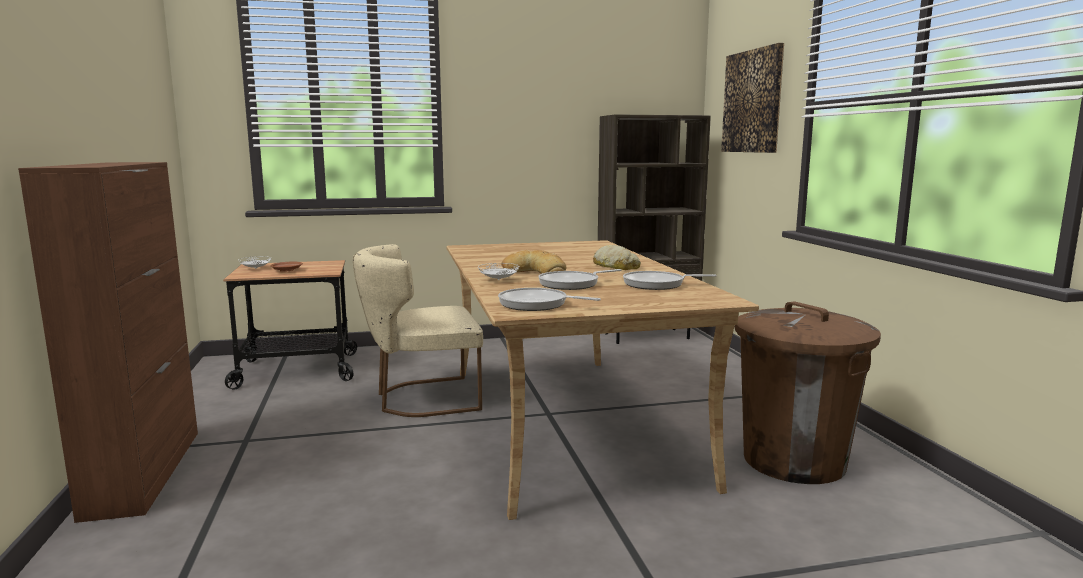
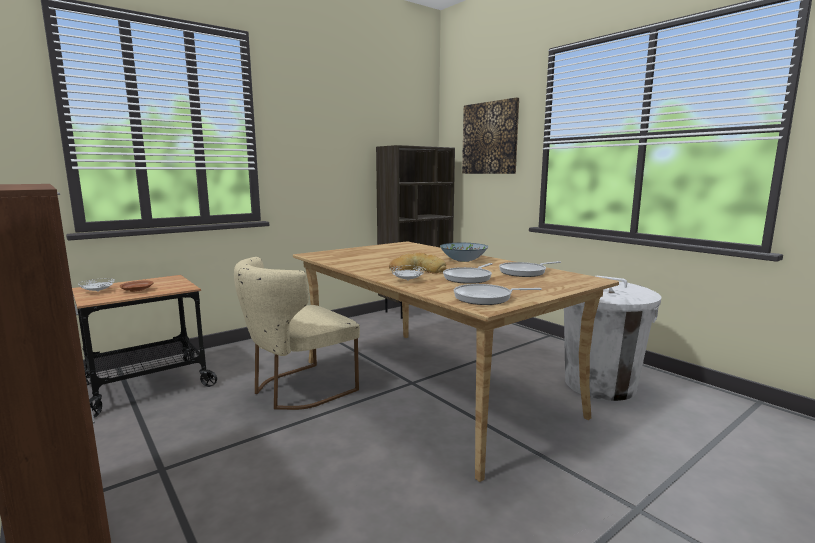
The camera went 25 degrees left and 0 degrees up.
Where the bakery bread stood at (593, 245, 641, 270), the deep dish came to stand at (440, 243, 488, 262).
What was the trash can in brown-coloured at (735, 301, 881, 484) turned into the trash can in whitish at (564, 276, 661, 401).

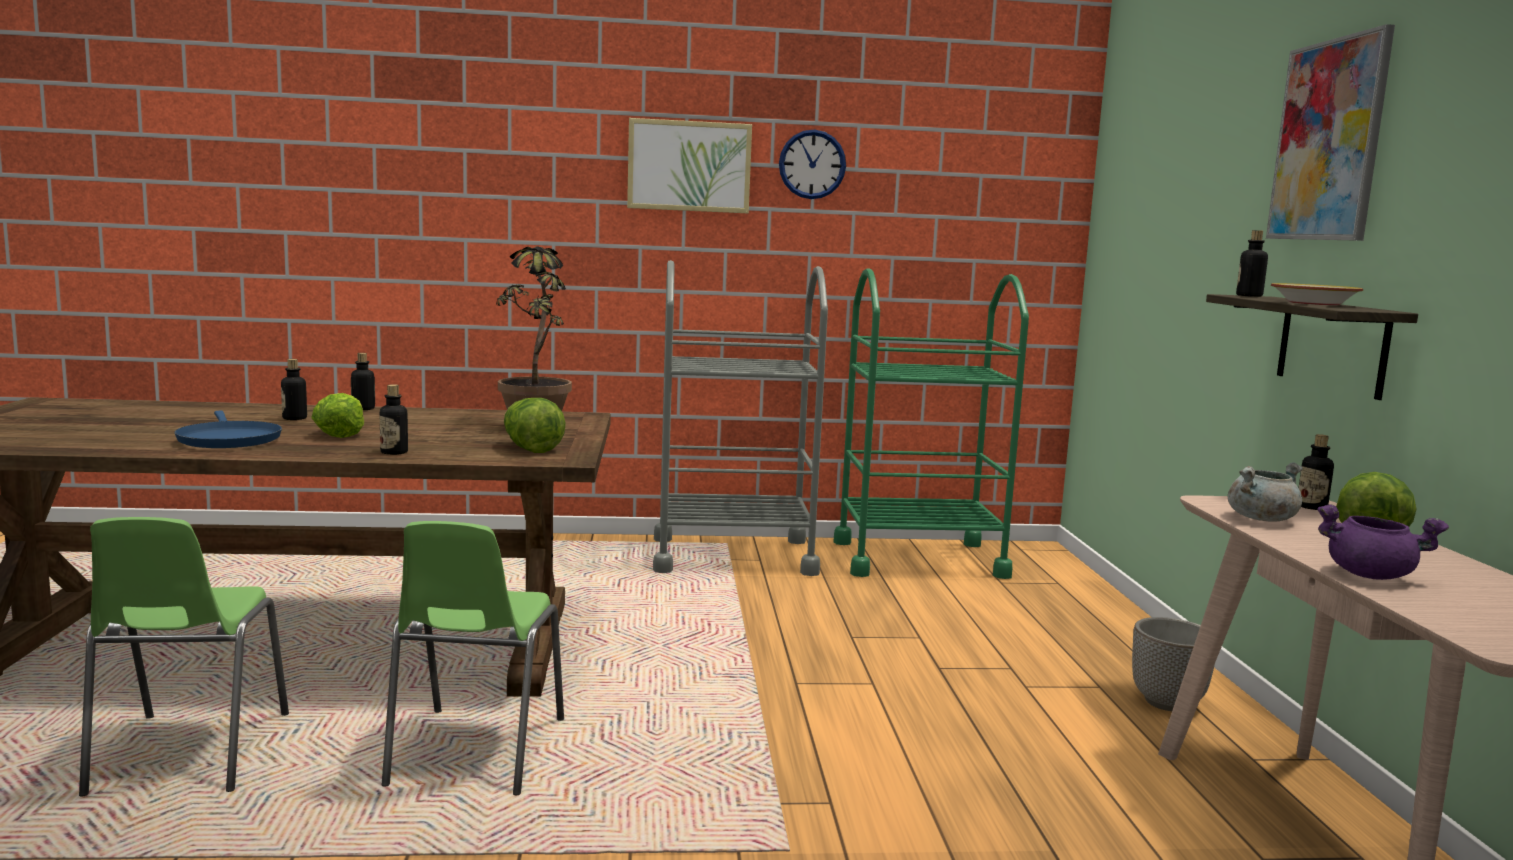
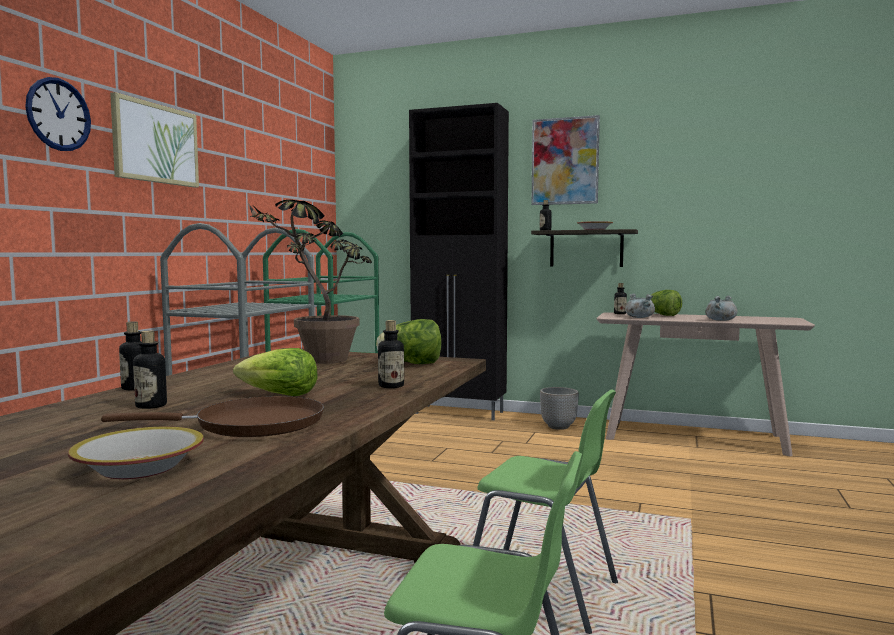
The camera went 65 degrees left and 5 degrees down.
The wall clock ended up elsewhere, having gone from (779, 129, 846, 199) to (25, 77, 91, 151).
The second view gained the deep dish at (68, 427, 204, 479).
What was the skillet in blue at (174, 411, 282, 448) turned into the skillet in brown-coloured at (101, 396, 324, 437).
The second view gained the storage cabinet in black at (409, 103, 509, 420).
What was the saucepot in purple at (1317, 504, 1449, 580) turned into the saucepot in grey at (705, 295, 738, 321).

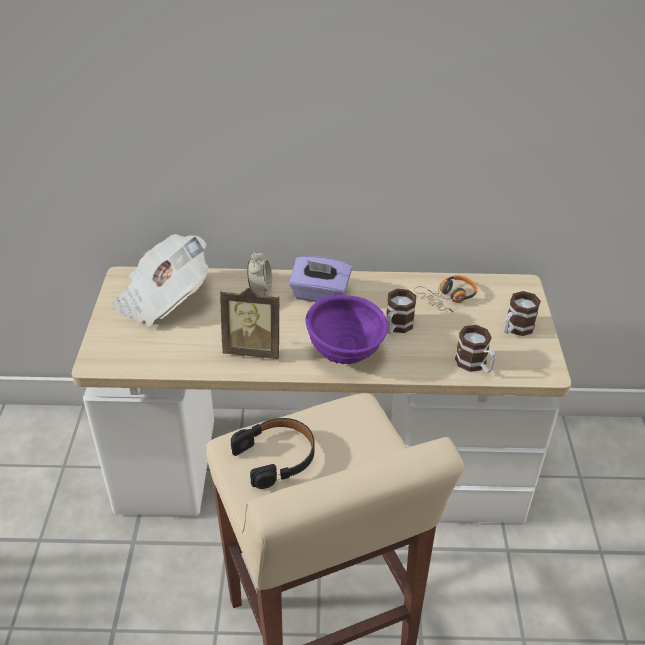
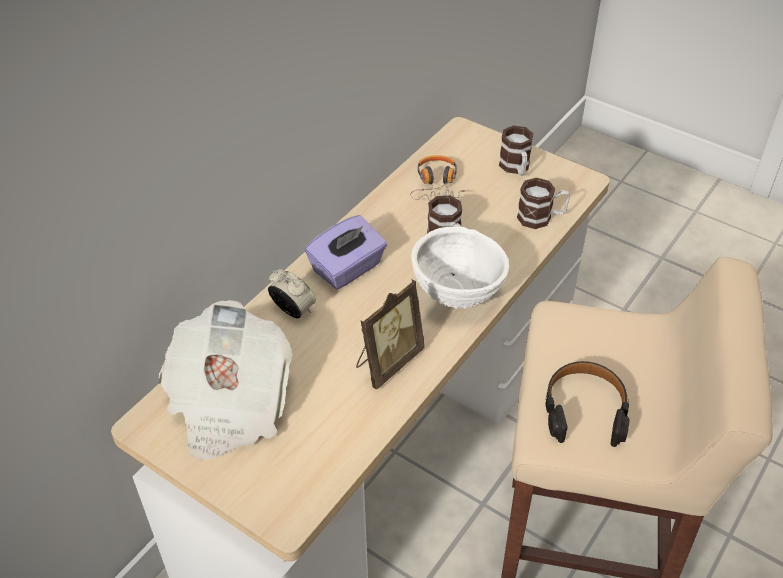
The camera went 55 degrees left and 5 degrees up.
What was the deep dish in purple at (305, 294, 388, 364) turned into the deep dish in whitish at (411, 226, 509, 309).

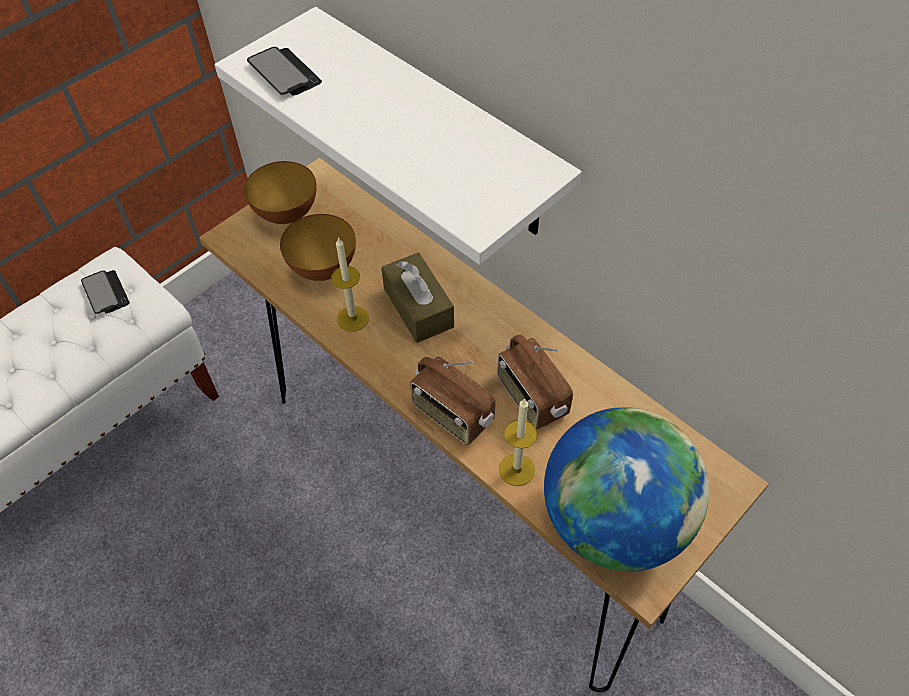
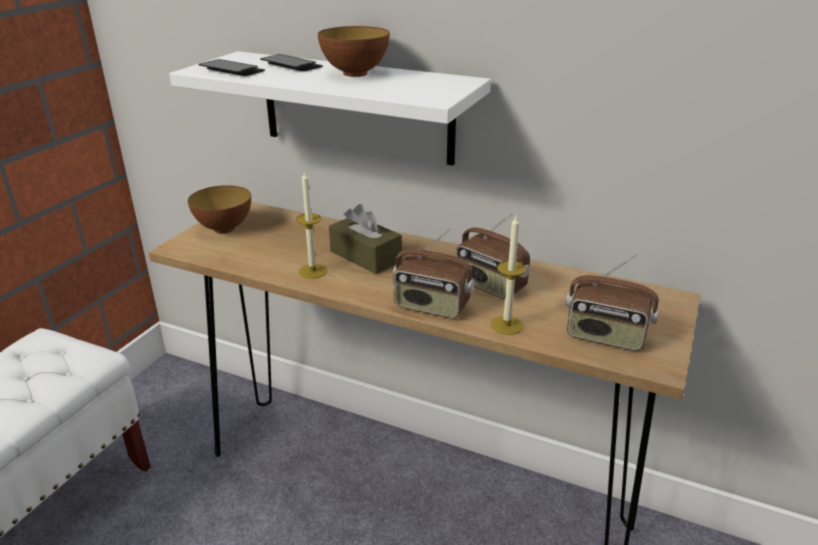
The camera went 20 degrees left and 25 degrees down.
The phone ended up elsewhere, having gone from (81, 270, 130, 314) to (260, 54, 323, 71).
The deep dish ended up elsewhere, having gone from (280, 214, 356, 281) to (318, 26, 390, 77).
Where the world globe stood at (544, 407, 709, 572), the radio came to stand at (565, 254, 659, 351).

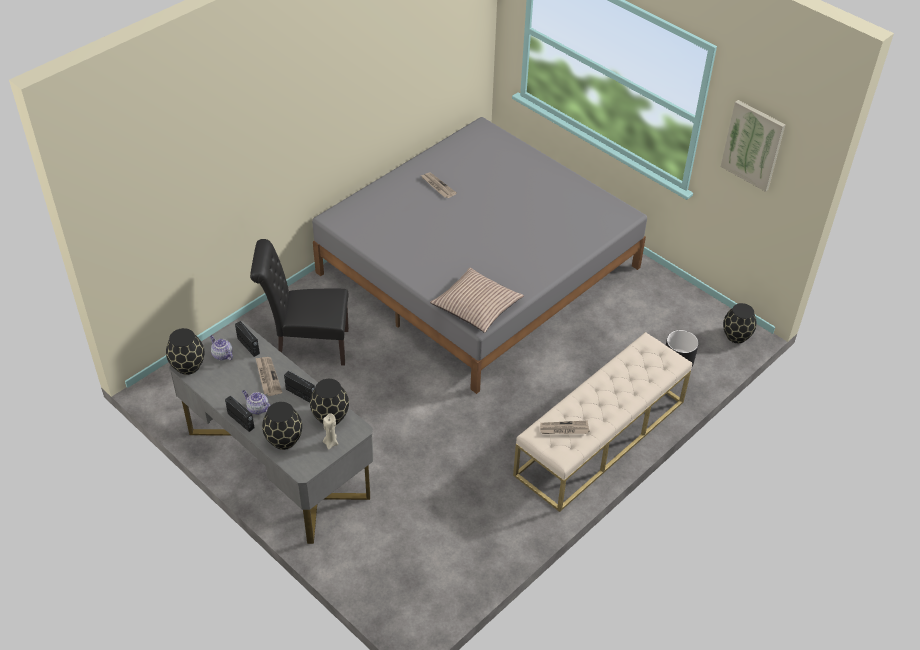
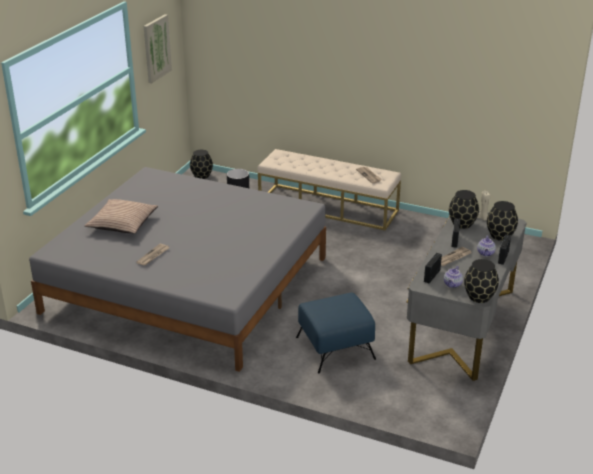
The camera went 110 degrees left and 15 degrees down.
The throw pillow ended up elsewhere, having gone from (430, 268, 524, 333) to (85, 199, 158, 234).
Where the chair in black stood at (250, 239, 349, 366), the ottoman in blue came to stand at (296, 293, 376, 373).

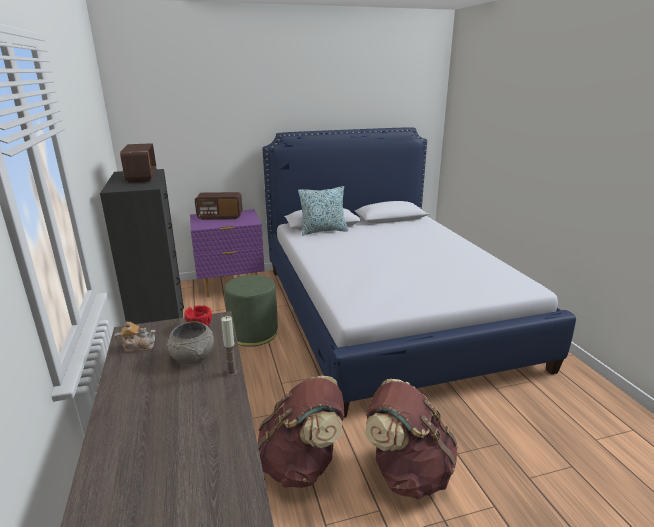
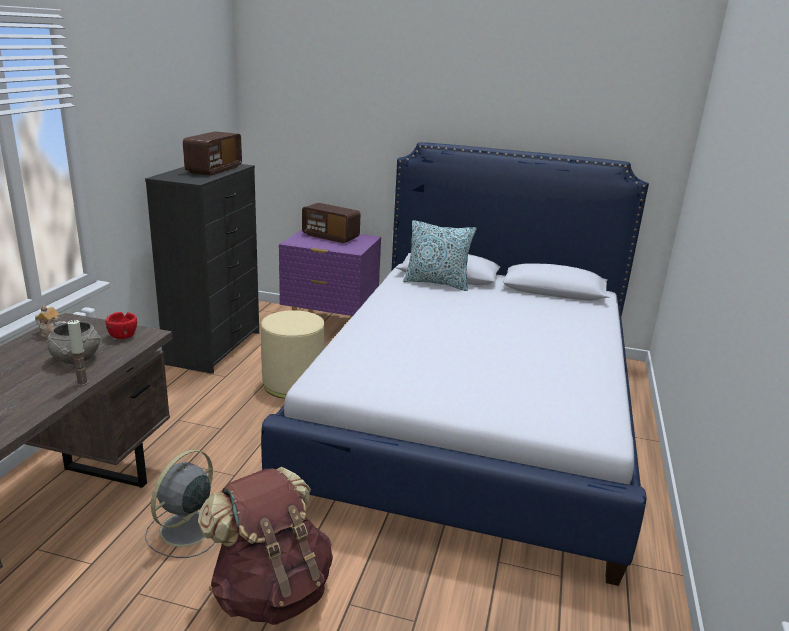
The camera went 30 degrees right and 0 degrees up.
Where the backpack in brown-coloured stood at (257, 376, 345, 488), the fan in grey came to stand at (145, 449, 215, 558).
What was the ottoman in green-coloured at (224, 275, 278, 347) turned into the ottoman in sand-coloured at (261, 310, 325, 399).

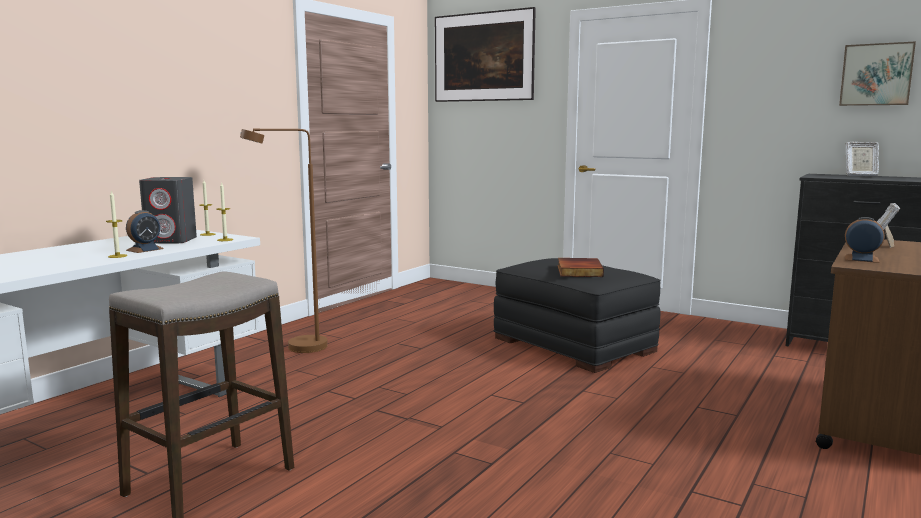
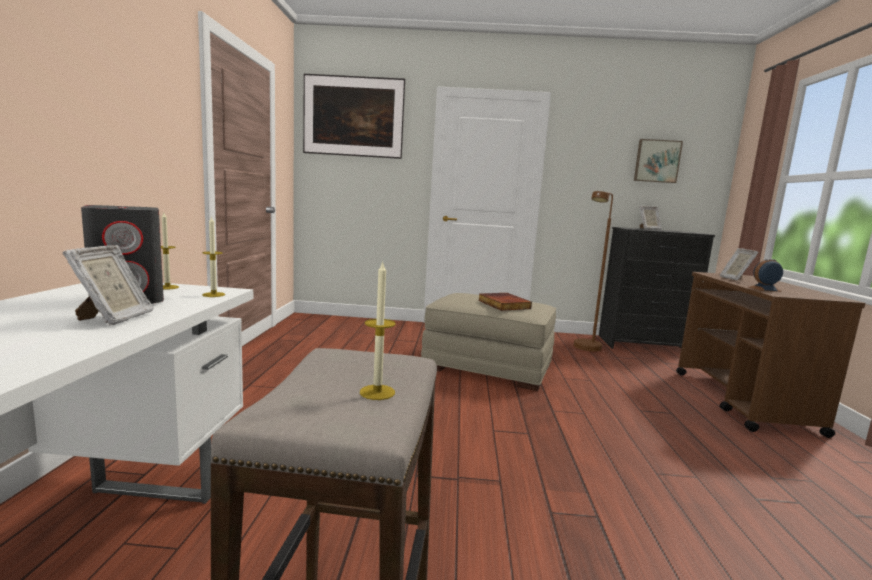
The camera went 30 degrees left and 0 degrees up.
Where the bedside clock stood at (126, 210, 164, 253), the photo frame came to stand at (62, 245, 154, 325).
The candle ended up elsewhere, having gone from (106, 190, 127, 258) to (360, 261, 396, 400).
What was the ottoman in black at (494, 258, 660, 373) turned into the ottoman in sand-coloured at (421, 293, 556, 391).
The floor lamp in brown-coloured ended up elsewhere, having gone from (240, 129, 328, 353) to (574, 191, 613, 352).

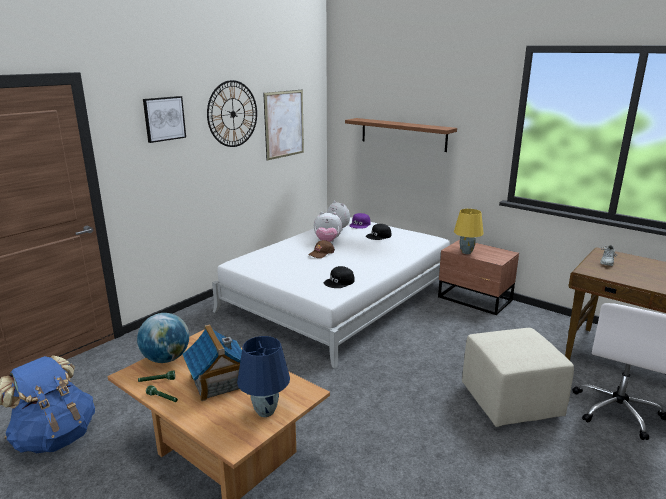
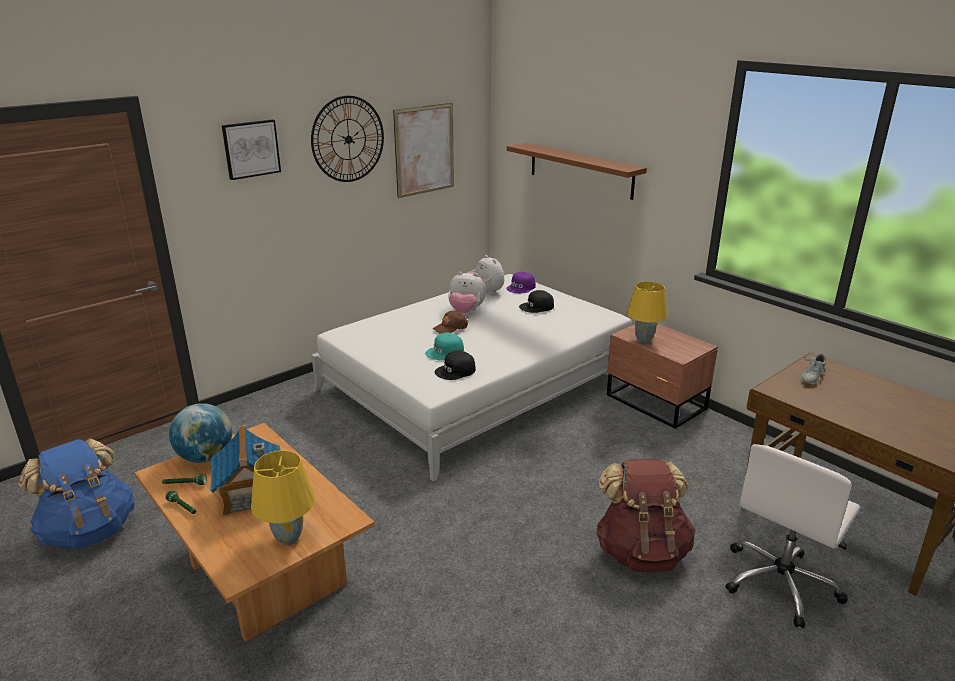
The camera went 10 degrees right and 5 degrees up.
What was the lamp for a table in blue at (237, 336, 290, 417) turned into the lamp for a table in yellow-coloured at (251, 450, 315, 545).
The second view gained the peaked cap in turquoise at (425, 333, 464, 360).
Where the ottoman in sand-coloured stood at (462, 328, 574, 427), the backpack in brown-coloured came to stand at (595, 459, 695, 573).

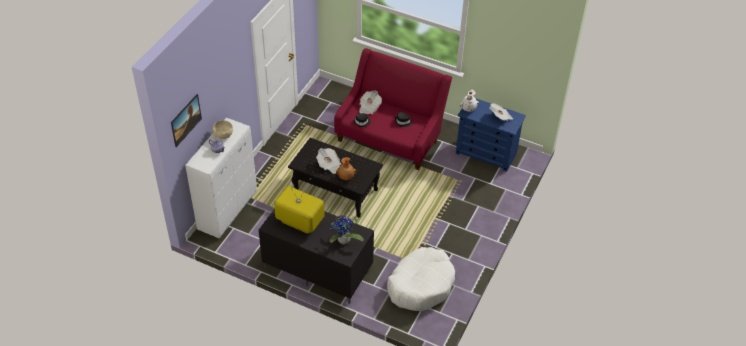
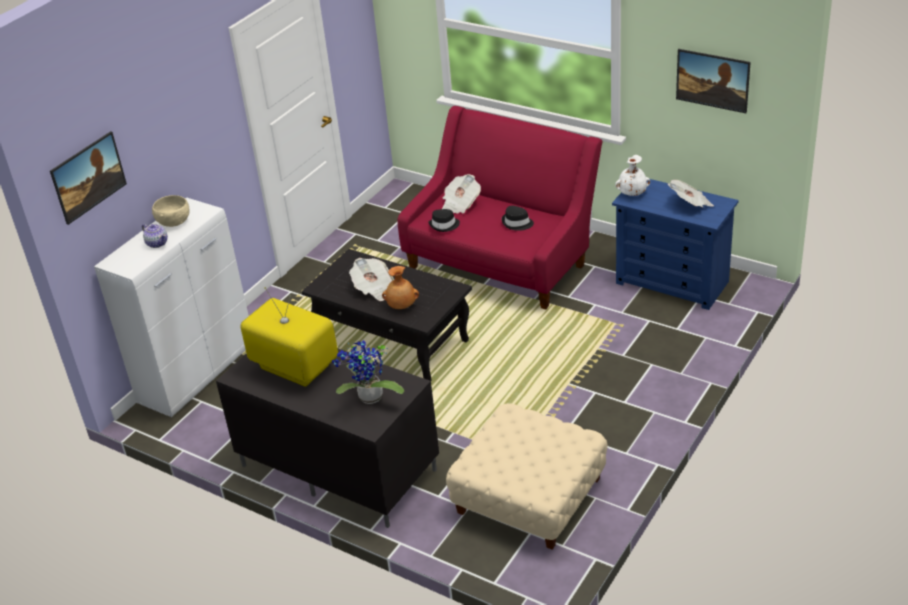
The camera went 10 degrees right and 10 degrees down.
Where the dog cushion in whitish stood at (387, 247, 455, 311), the ottoman in sand-coloured came to stand at (446, 403, 607, 550).
The second view gained the wall art at (676, 49, 751, 113).

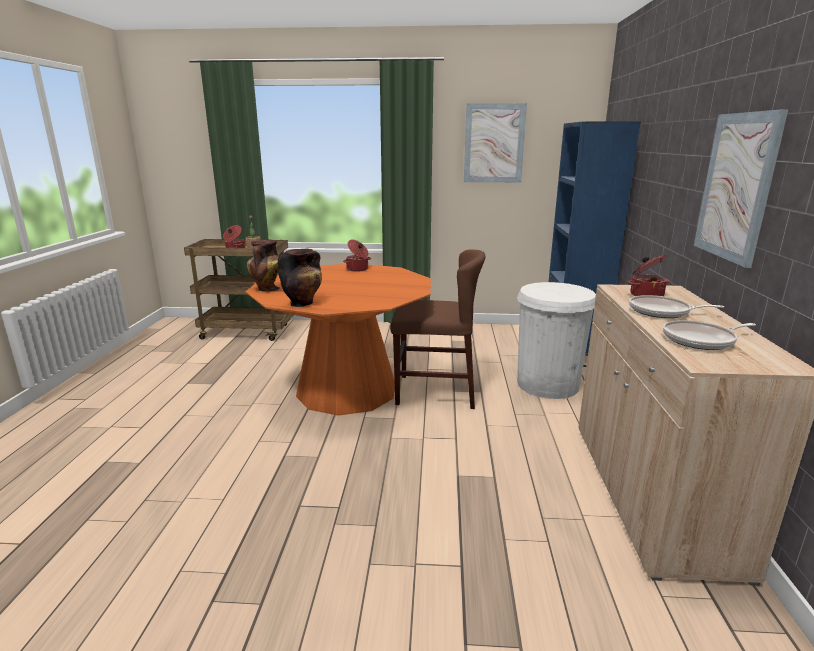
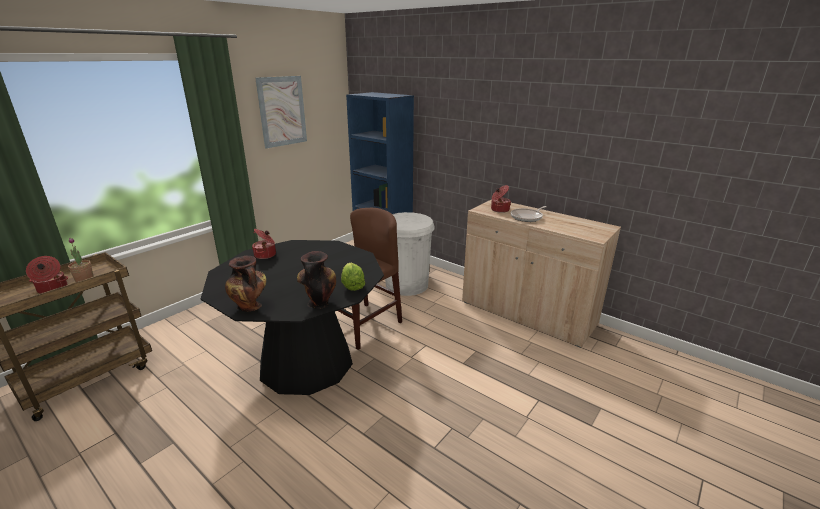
The camera went 55 degrees left and 5 degrees up.
What was the kitchen table in orange at (245, 264, 431, 416) turned into the kitchen table in black at (201, 240, 384, 395).
The second view gained the lettuce head at (341, 263, 365, 291).
The second view lost the skillet at (663, 320, 756, 350).
The second view lost the wall art at (694, 109, 788, 268).

